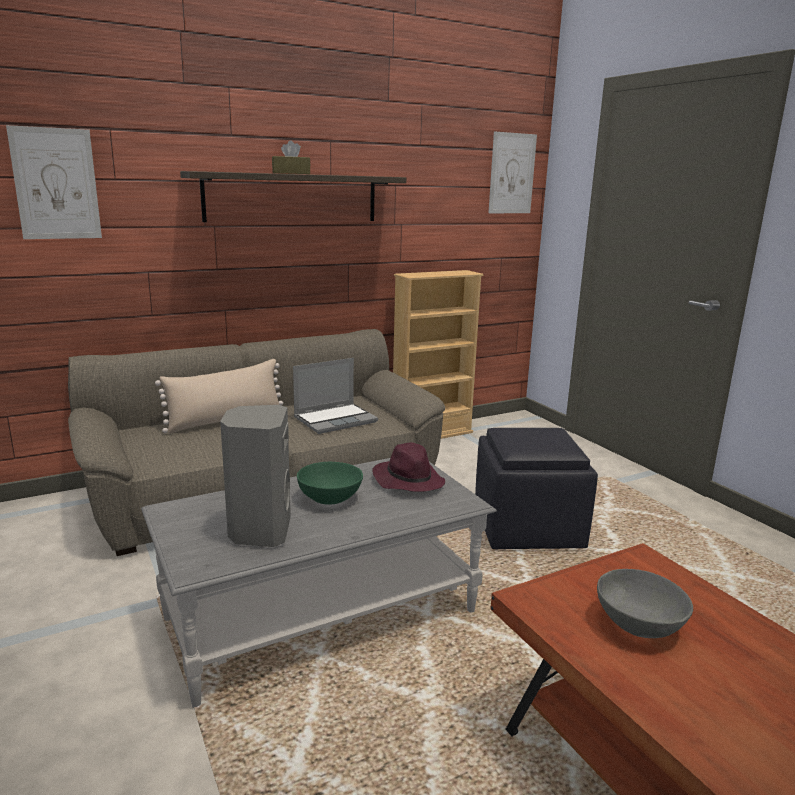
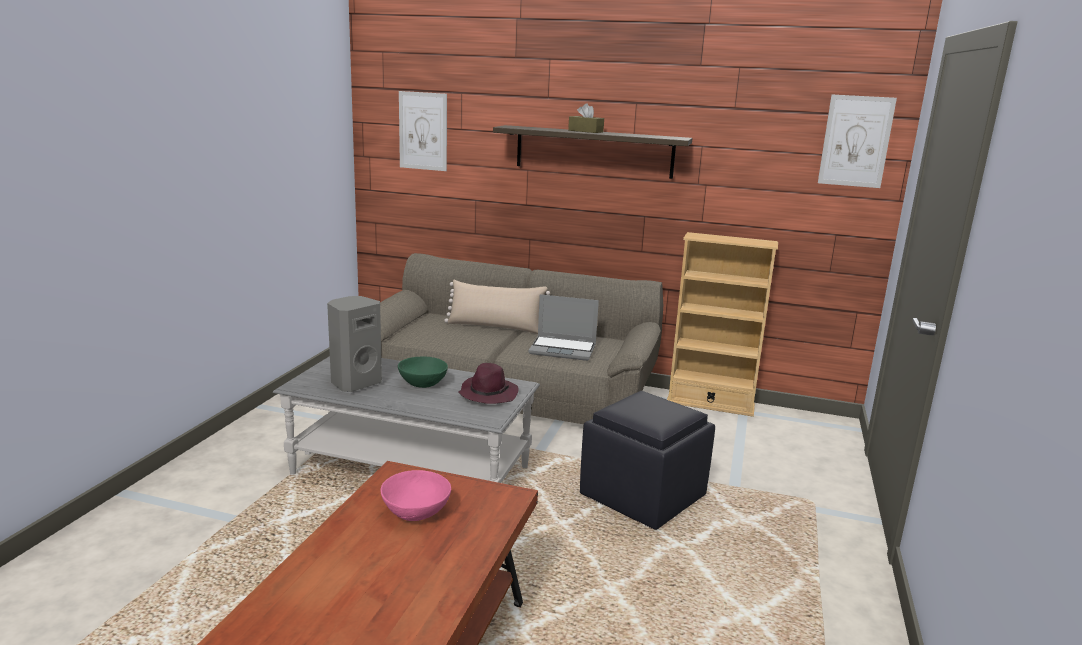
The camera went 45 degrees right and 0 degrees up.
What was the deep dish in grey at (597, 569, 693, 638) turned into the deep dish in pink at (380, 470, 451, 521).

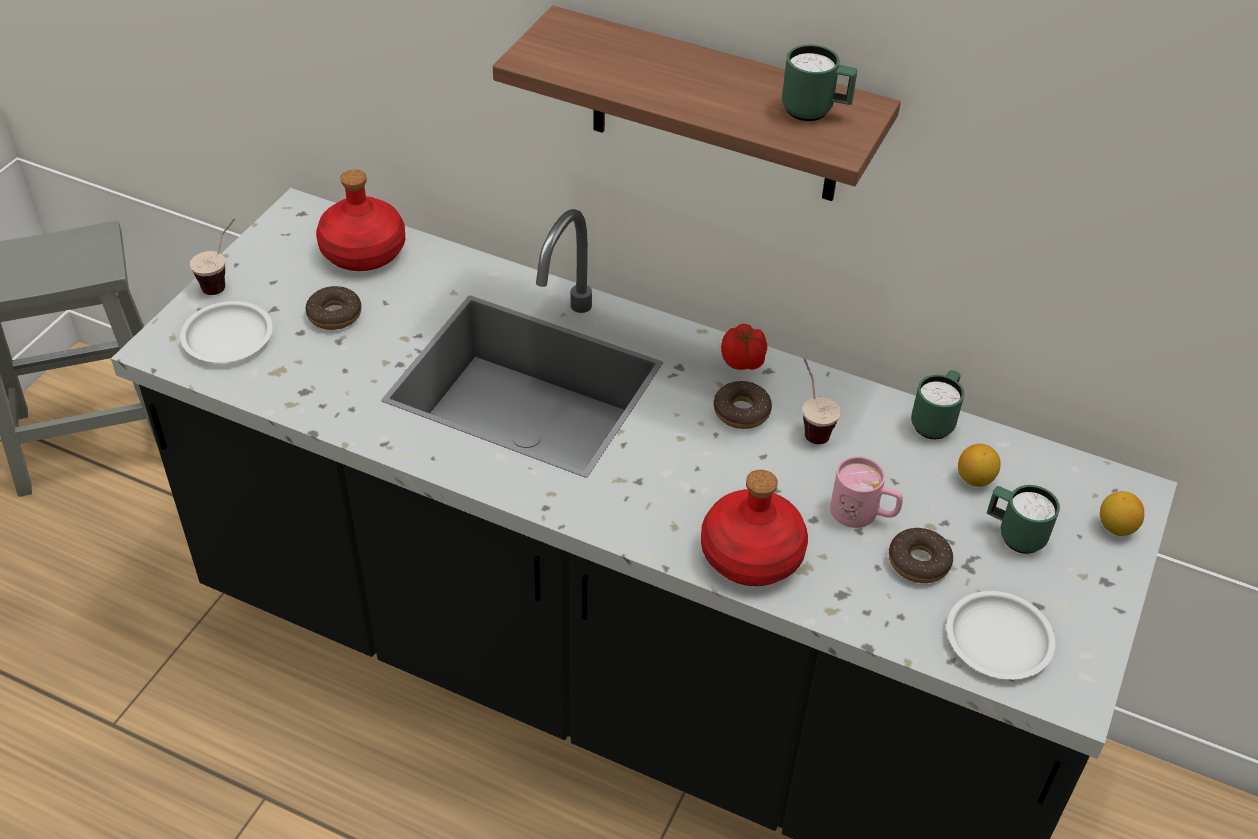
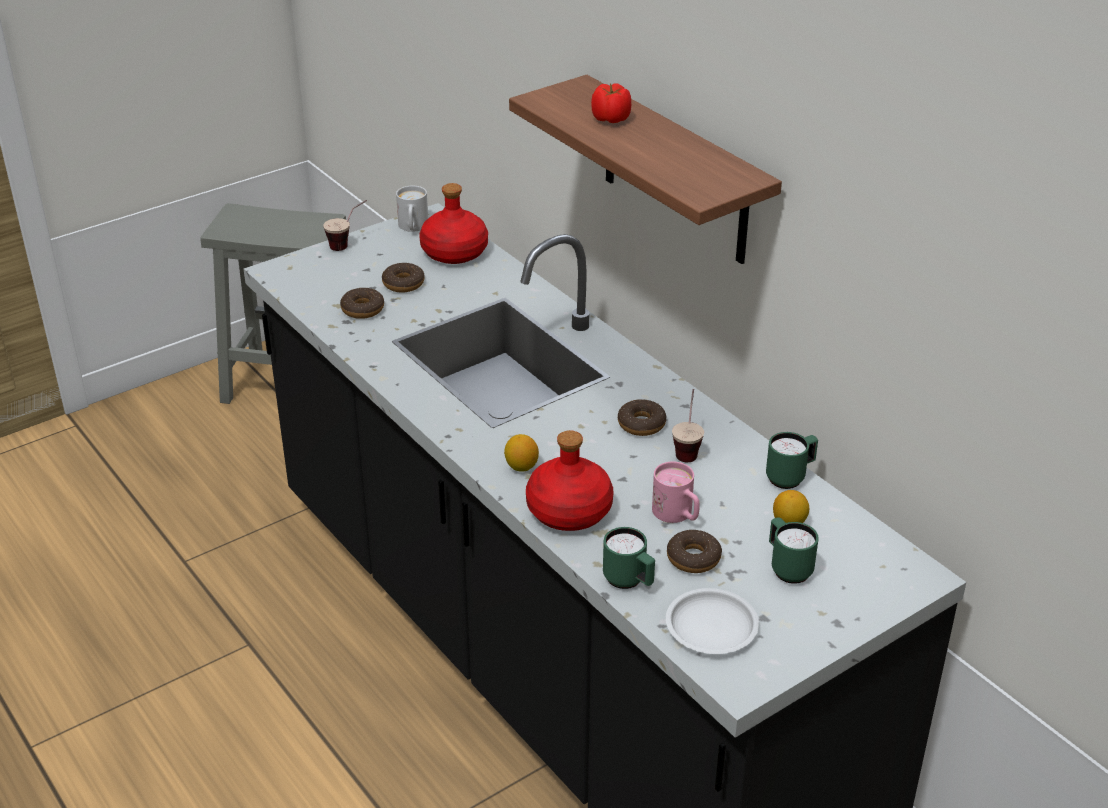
The camera went 30 degrees right and 10 degrees down.
The second view gained the ring doughnut at (340, 288, 384, 319).
The second view gained the tea mug in whitish at (396, 186, 428, 232).
The lemon ended up elsewhere, having gone from (1100, 491, 1144, 536) to (504, 434, 539, 472).
The fresh tomato ended up elsewhere, having gone from (721, 324, 767, 370) to (591, 83, 631, 123).
The tea mug in green-coloured ended up elsewhere, having gone from (782, 45, 857, 121) to (603, 527, 655, 589).
The second view lost the plate in whitish at (180, 301, 273, 363).

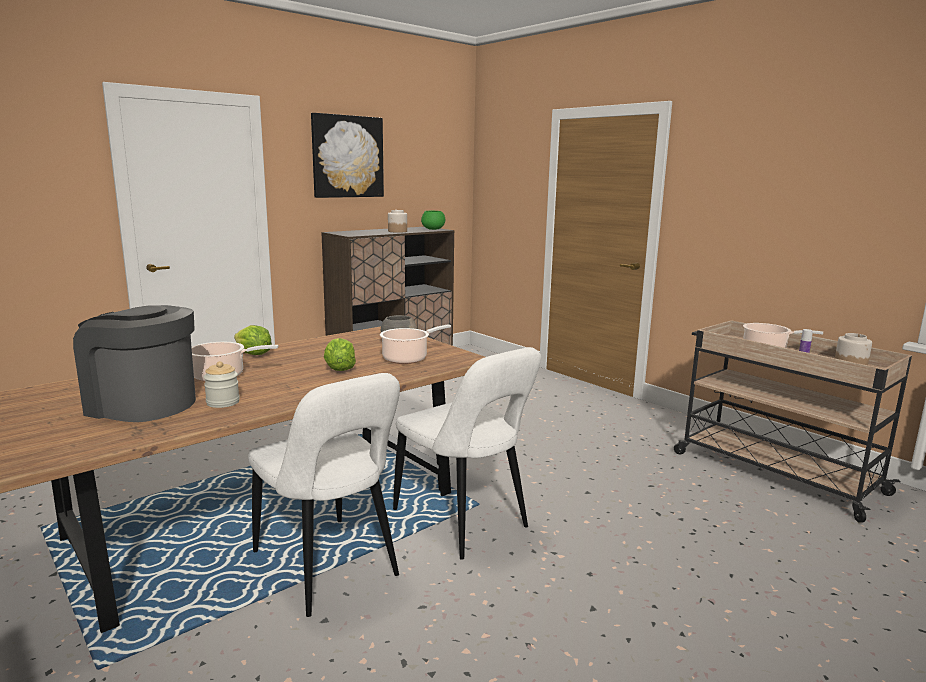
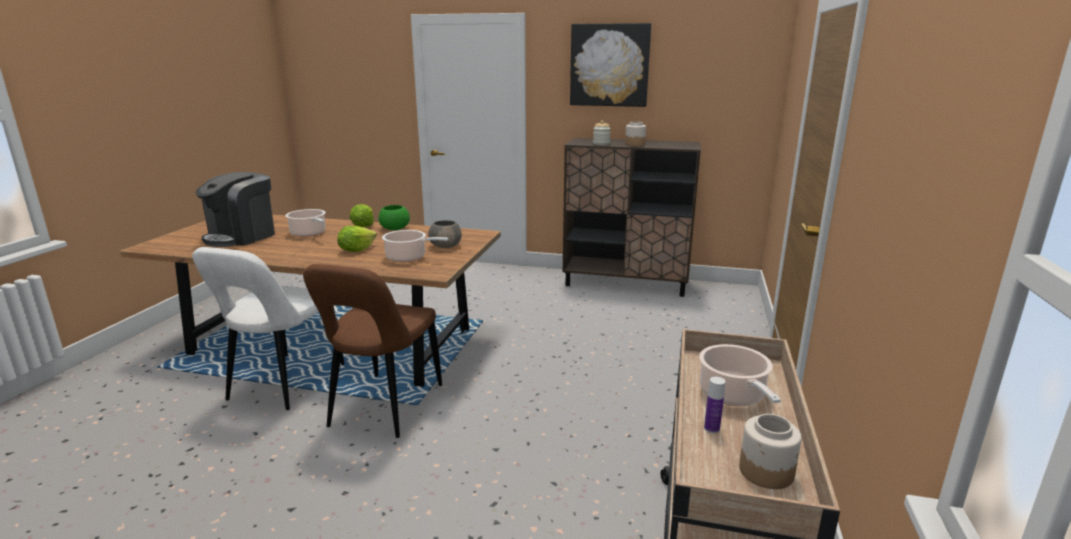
The camera went 55 degrees right and 5 degrees up.
The coffee maker at (73, 305, 196, 422) ended up facing another way, 135 degrees counterclockwise from before.
What was the chair in whitish at (393, 347, 541, 560) turned into the chair in brown-coloured at (303, 264, 442, 438).
The deep dish in green-coloured ended up elsewhere, having gone from (421, 211, 445, 230) to (379, 205, 410, 230).
The jar ended up elsewhere, having gone from (204, 361, 240, 408) to (593, 121, 611, 145).

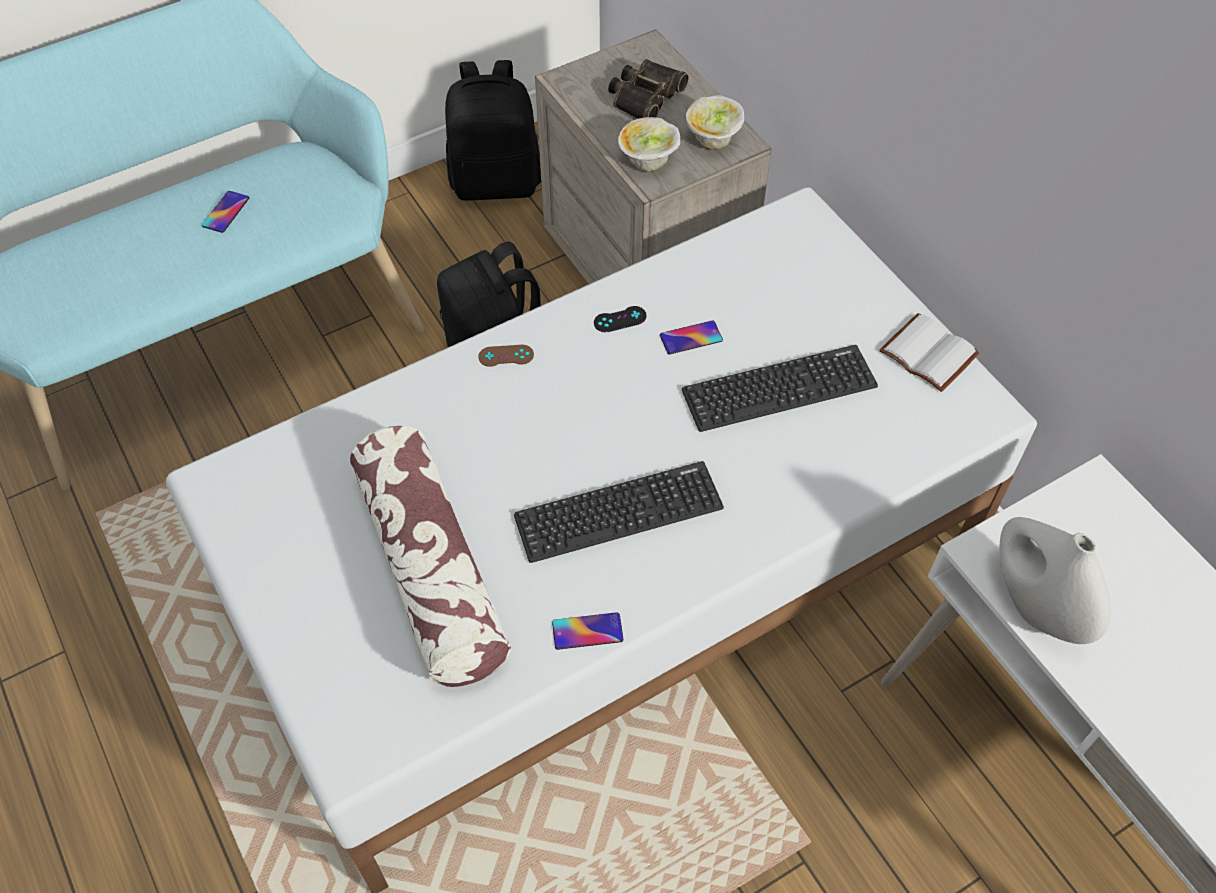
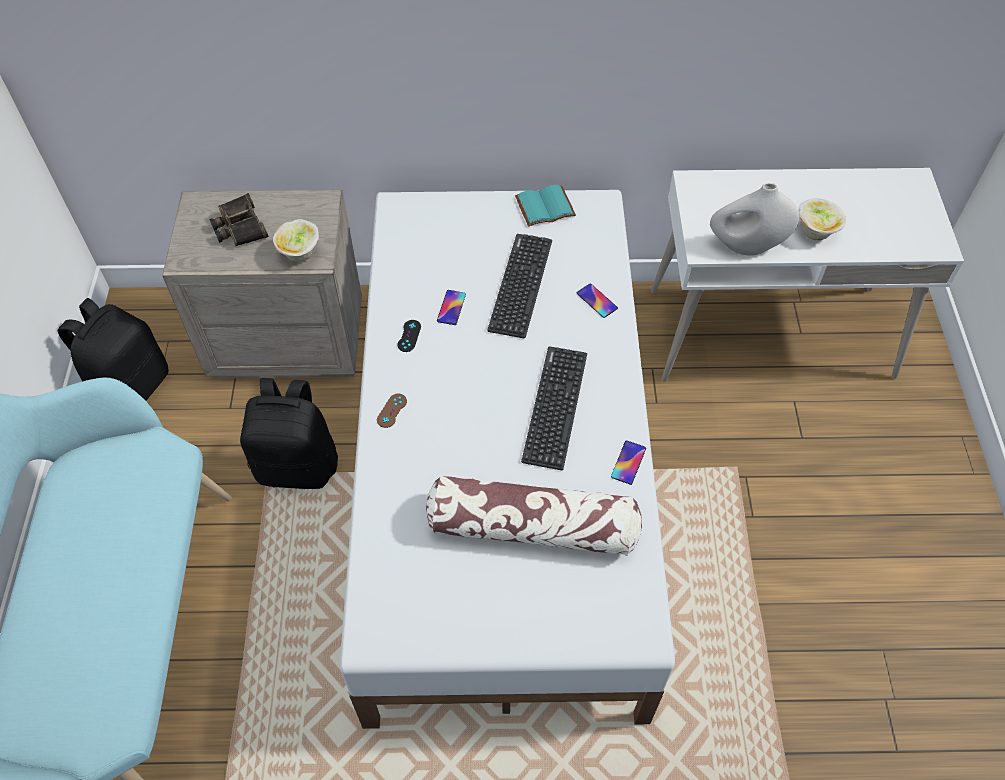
The camera went 60 degrees left and 0 degrees up.
What was the bound book in whitish at (879, 313, 980, 392) turned into the bound book in turquoise at (515, 185, 576, 227).
The phone ended up elsewhere, having gone from (202, 191, 249, 233) to (576, 284, 618, 318).
The deep dish ended up elsewhere, having gone from (686, 95, 744, 150) to (798, 198, 846, 240).

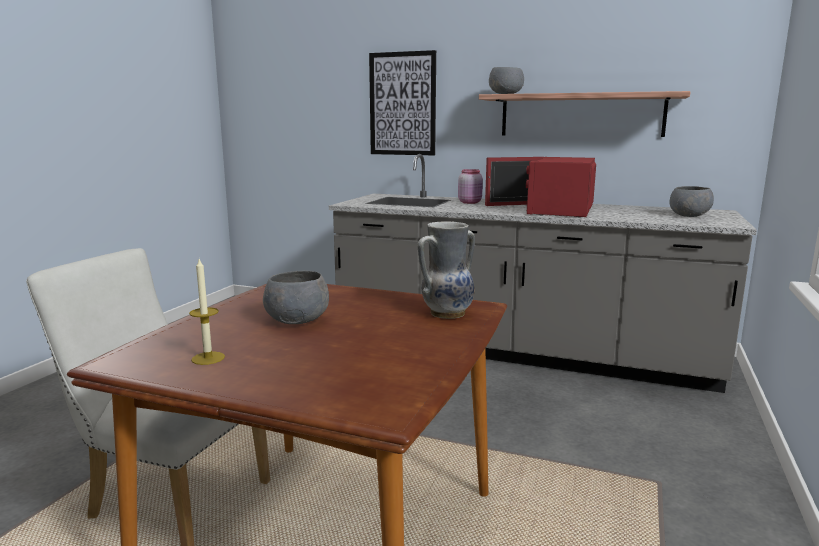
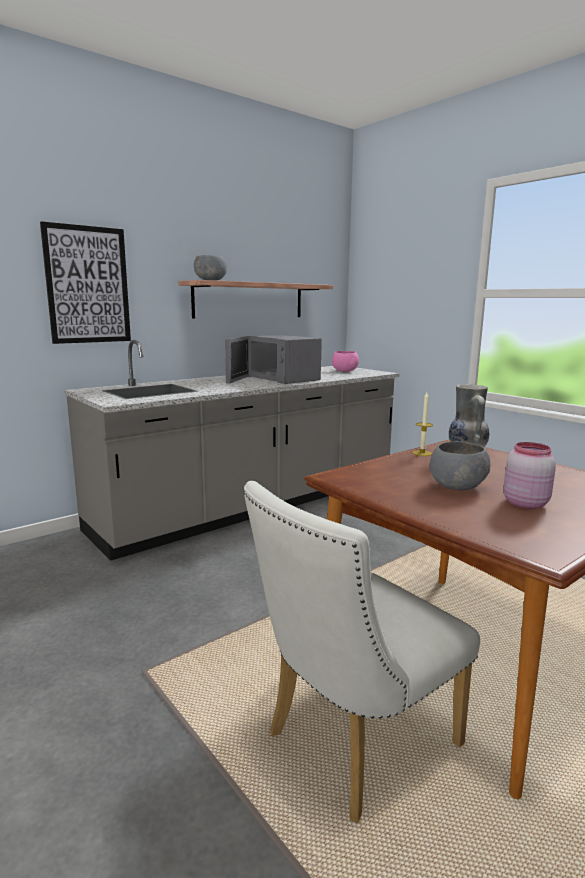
The camera went 60 degrees left and 0 degrees up.
What was the microwave in red at (485, 157, 596, 217) turned into the microwave in grey at (225, 335, 322, 384).
What was the deep dish in grey at (670, 186, 714, 217) turned into the deep dish in pink at (332, 351, 359, 372).
The candle ended up elsewhere, having gone from (189, 259, 225, 365) to (412, 392, 433, 456).
The jar in pink ended up elsewhere, having gone from (458, 169, 483, 204) to (503, 442, 556, 509).

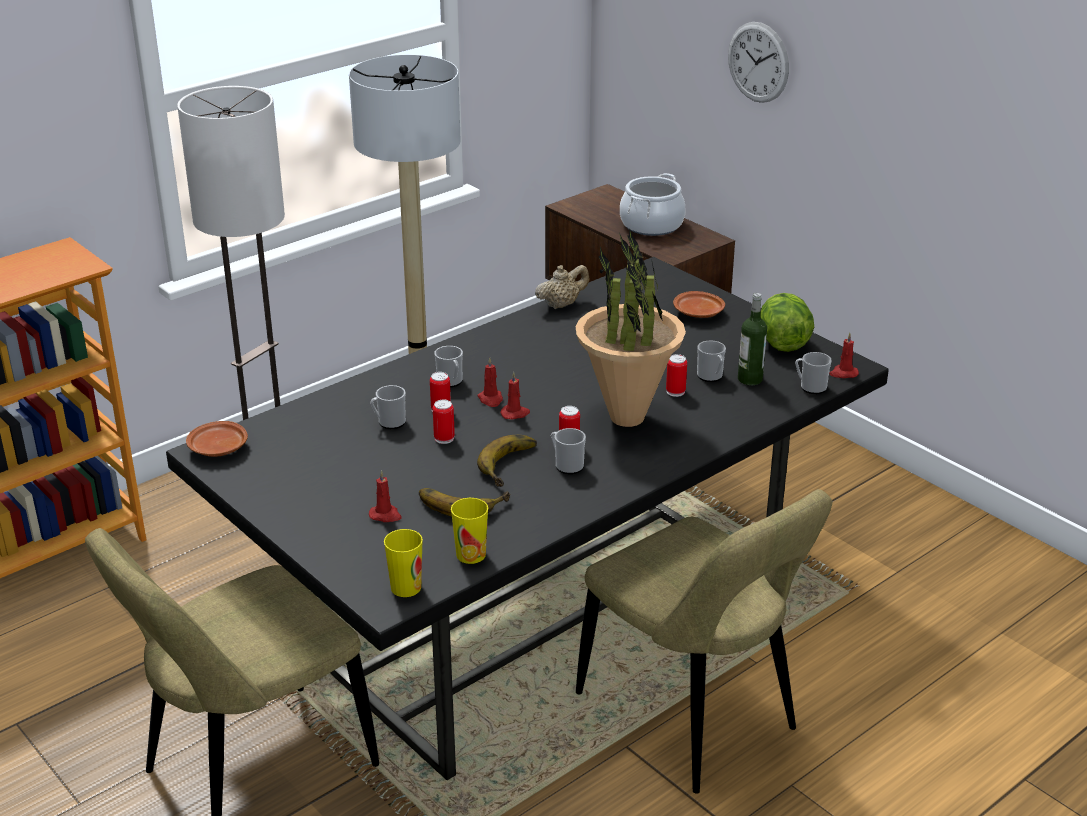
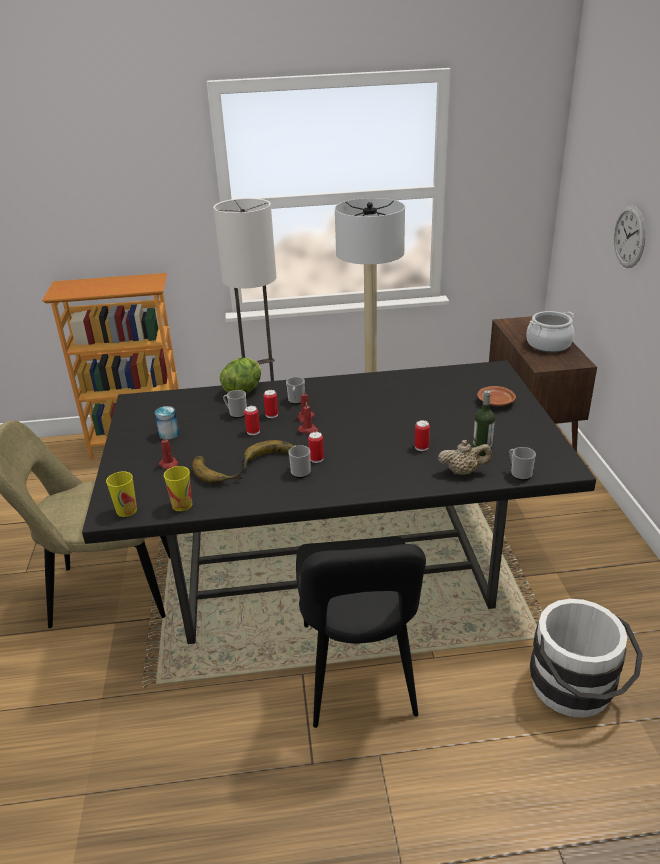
The camera went 35 degrees right and 0 degrees up.
The second view gained the metal can at (155, 406, 179, 440).
The lettuce head ended up elsewhere, having gone from (760, 293, 814, 352) to (220, 358, 261, 394).
What was the chair in sand-coloured at (576, 489, 832, 794) turned into the chair in black at (296, 536, 426, 728).
The pot for tea in sand-coloured ended up elsewhere, having gone from (535, 265, 589, 309) to (438, 440, 492, 475).
The second view gained the water bucket in whitish at (530, 599, 643, 718).
The second view lost the plate in brown-coloured at (186, 421, 248, 457).
The second view lost the potted plant at (575, 228, 686, 427).
The second view lost the tea mug at (697, 341, 726, 382).
The second view lost the candle in red at (829, 333, 859, 378).

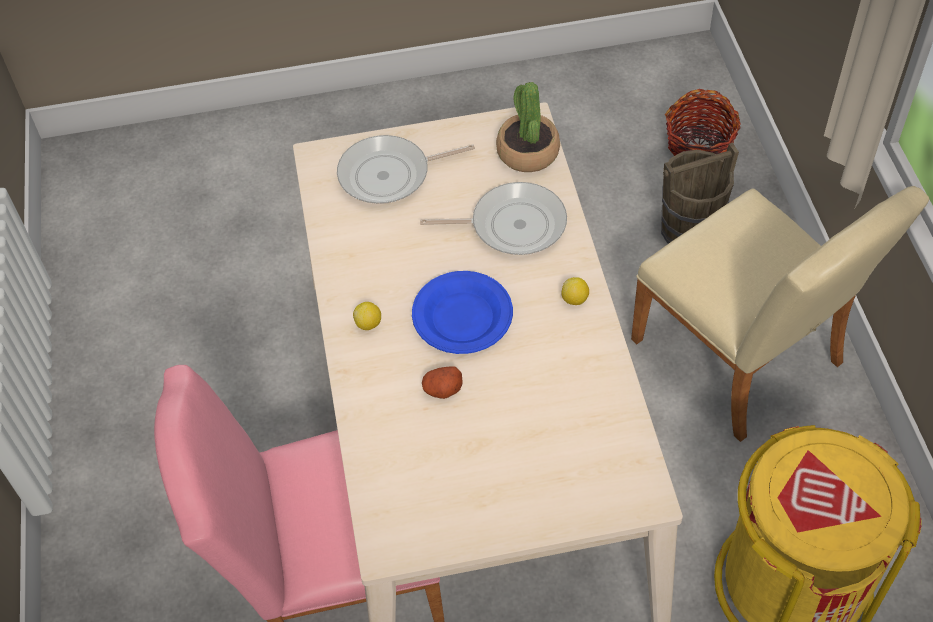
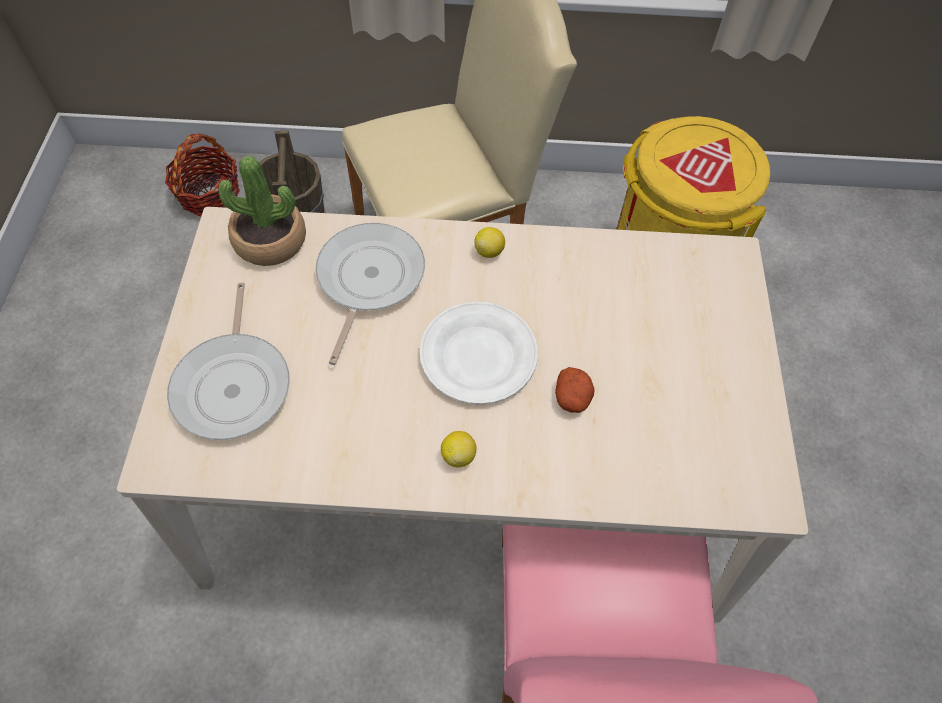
The camera went 80 degrees left and 5 degrees up.
What was the plate in blue at (412, 271, 513, 354) turned into the plate in whitish at (419, 302, 538, 405).

